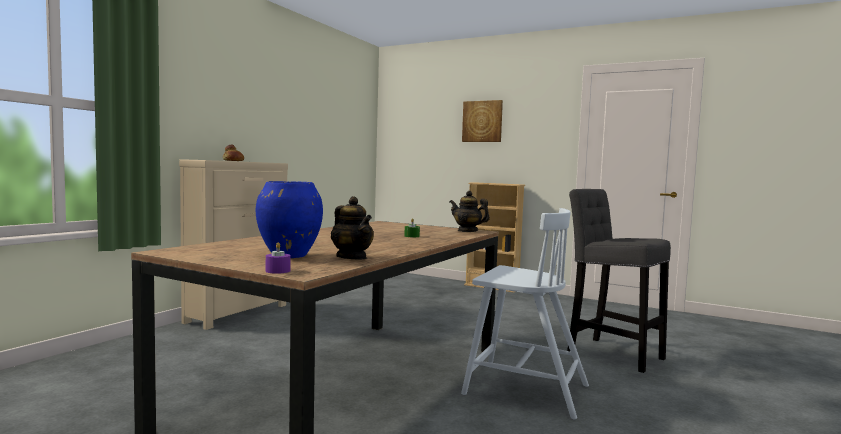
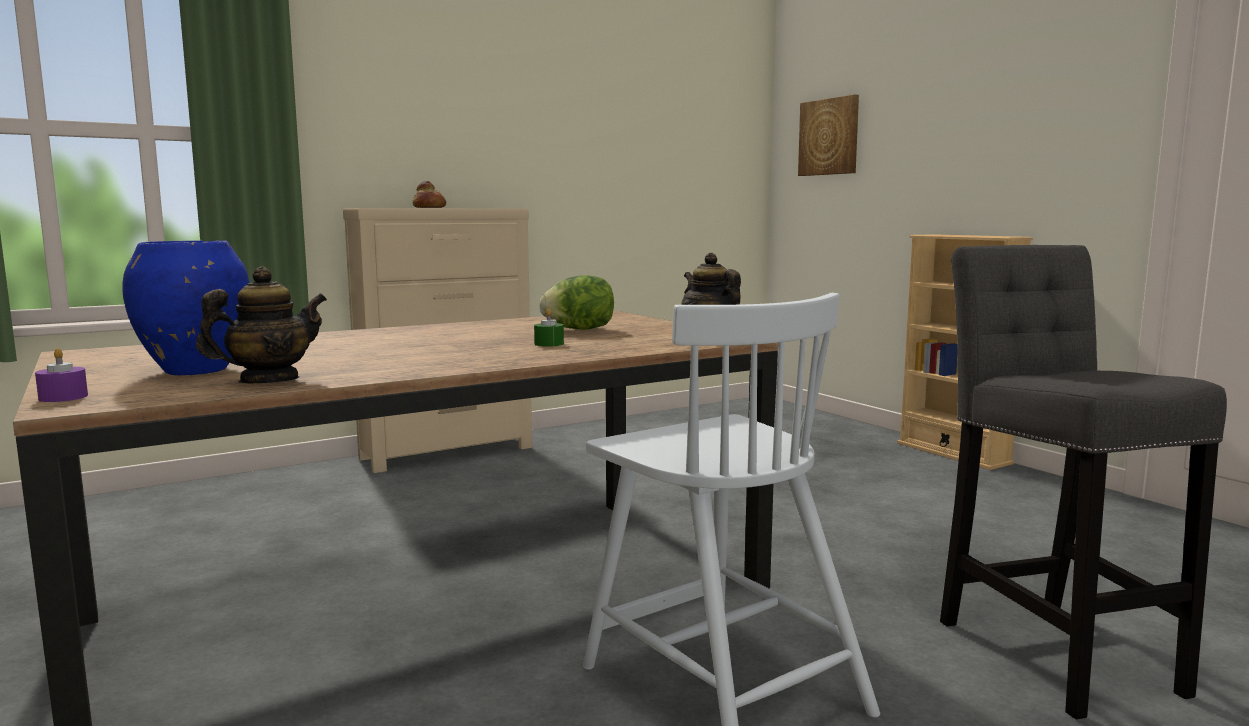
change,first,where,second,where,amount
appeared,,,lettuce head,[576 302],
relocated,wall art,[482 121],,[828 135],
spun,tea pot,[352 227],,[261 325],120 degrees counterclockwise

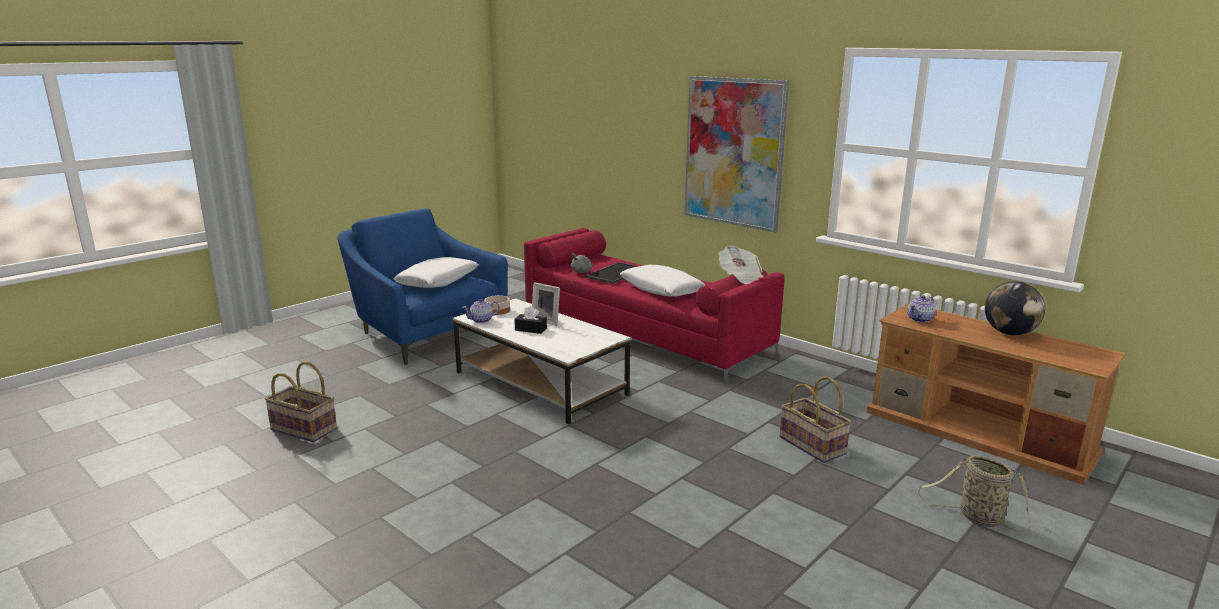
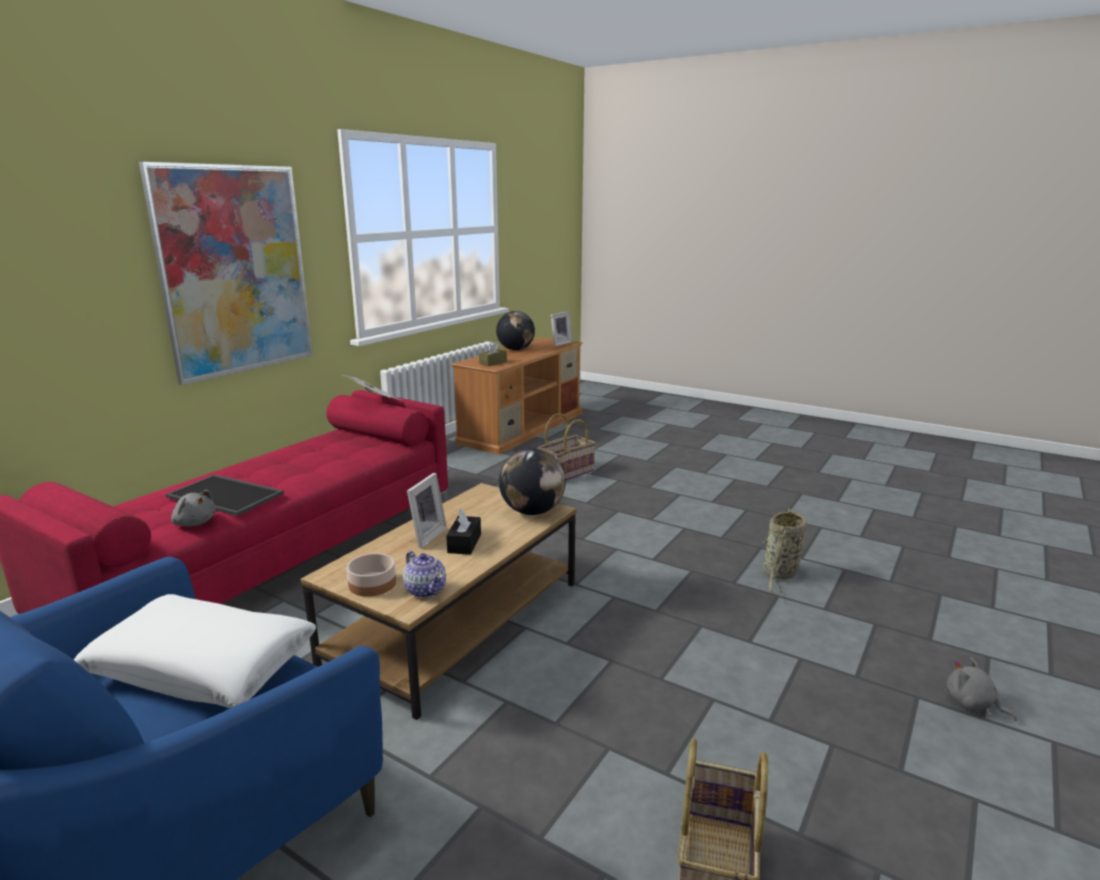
change,first,where,second,where,amount
missing,pillow (white),[662 281],,,
appeared,,,world globe,[532 481],
appeared,,,picture frame,[562 328],
appeared,,,soft toy (greyish),[982 689],
relocated,storage basket,[974 493],,[784 553],
exchanged,tea pot,[921 309],tissue holder (brownish),[493 354],
colour,lounge table (white),[542 361],lounge table (brownish),[438 601],

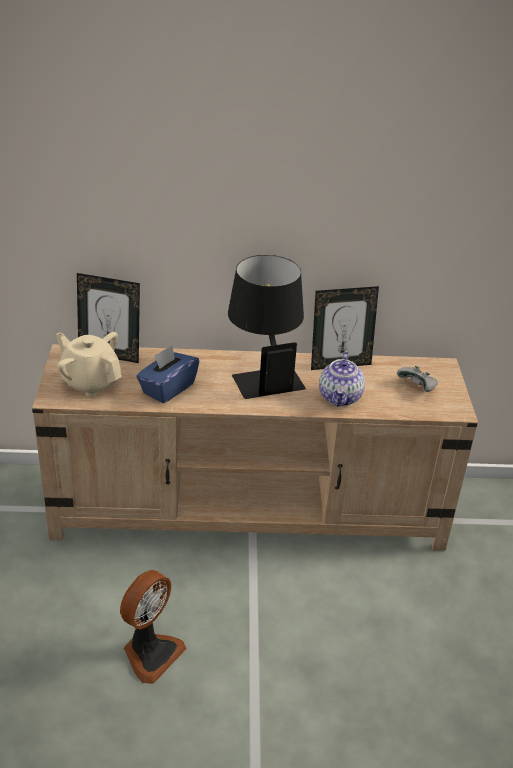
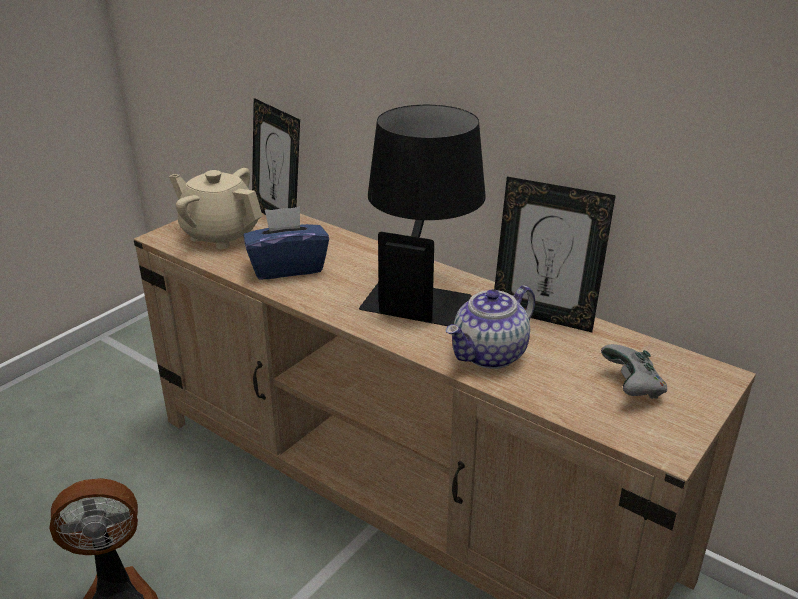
change,first,where,second,where,amount
spun,tea pot (beige-coloured),[89 364],,[216 208],45 degrees counterclockwise

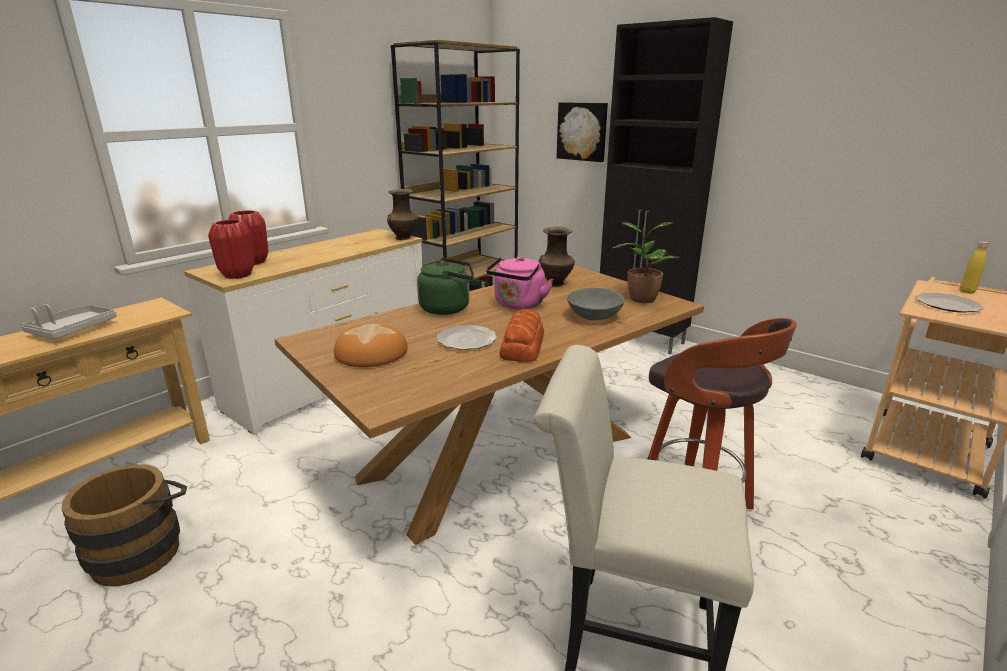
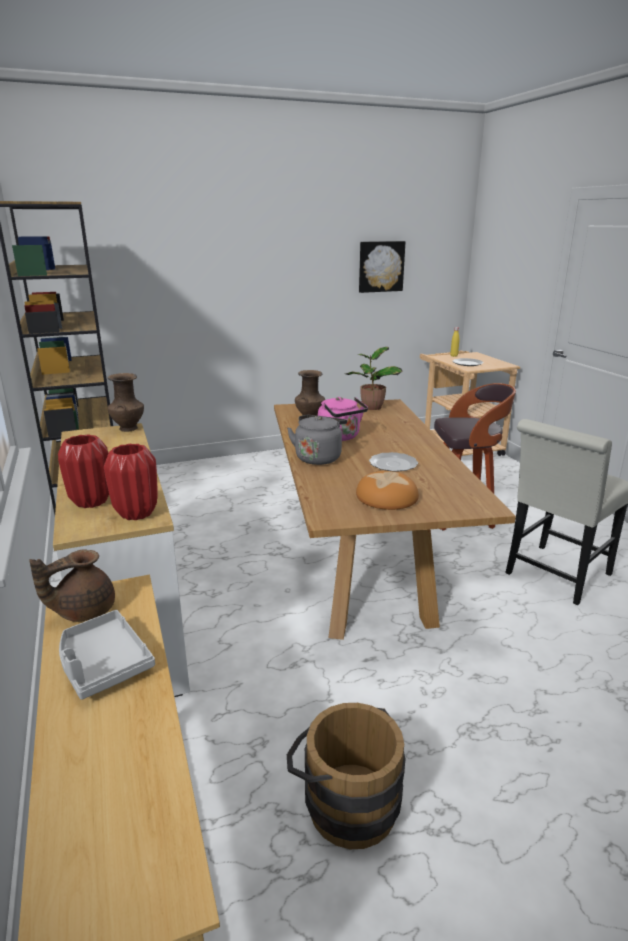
change,first,where,second,where,amount
missing,bread,[521 335],,,
missing,serving bowl (greyish),[596 304],,,
missing,cupboard (black-coloured),[666 185],,,
appeared,,,tea pot (brownish),[72 585],
relocated,wall art,[582 132],,[382 267],
colour,kettle (greenish),[445 286],kettle (greyish),[317 440],

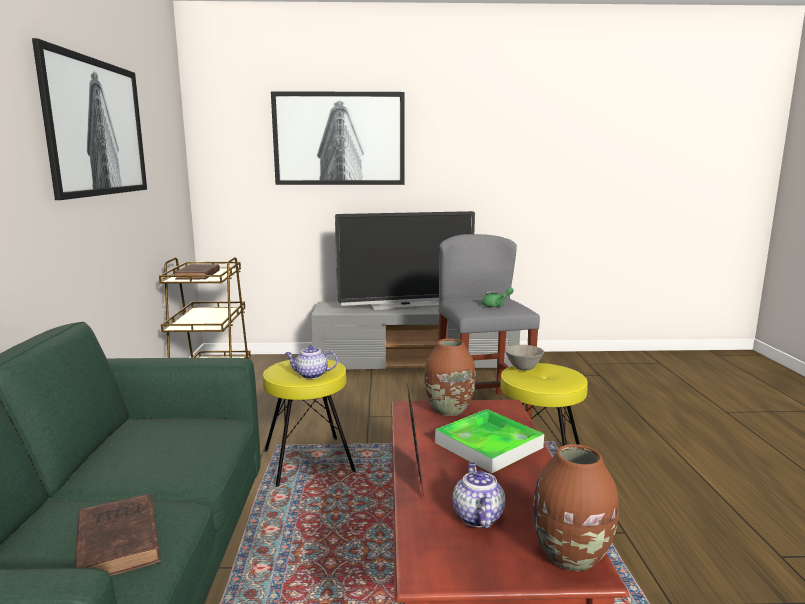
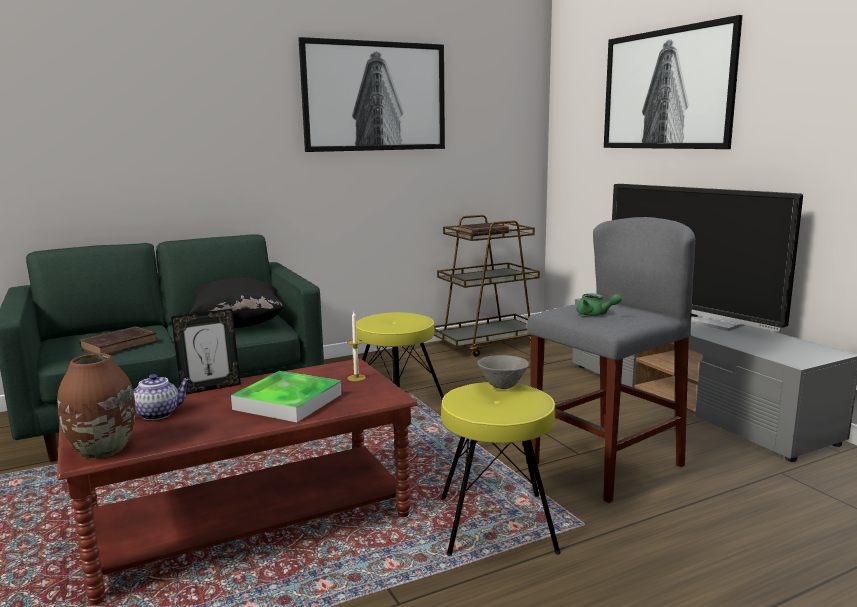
change,first,where,second,where,amount
missing,tea pot,[311 362],,,
appeared,,,pillow (black-coloured),[237 303],
exchanged,vase (brownish),[450 377],candle,[356 346],

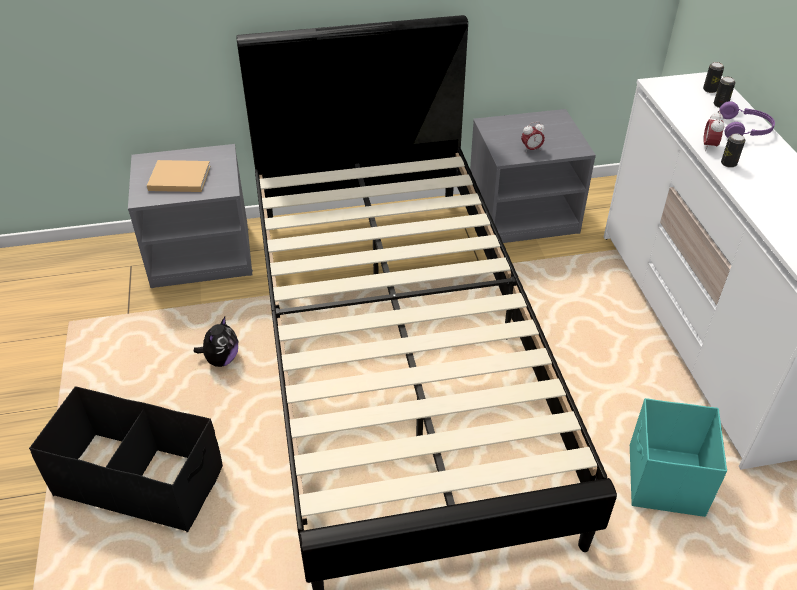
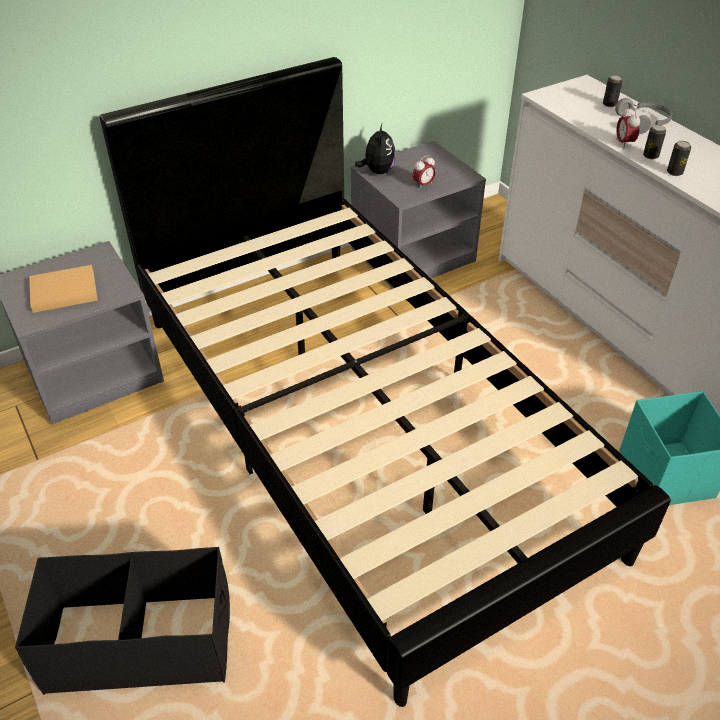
change,first,where,second,where,amount
relocated,soft toy,[216 342],,[375 149],
relocated,can,[713 77],,[679 158],
colour,headset (purple-coloured),[747 119],headset (greyish),[643 116],

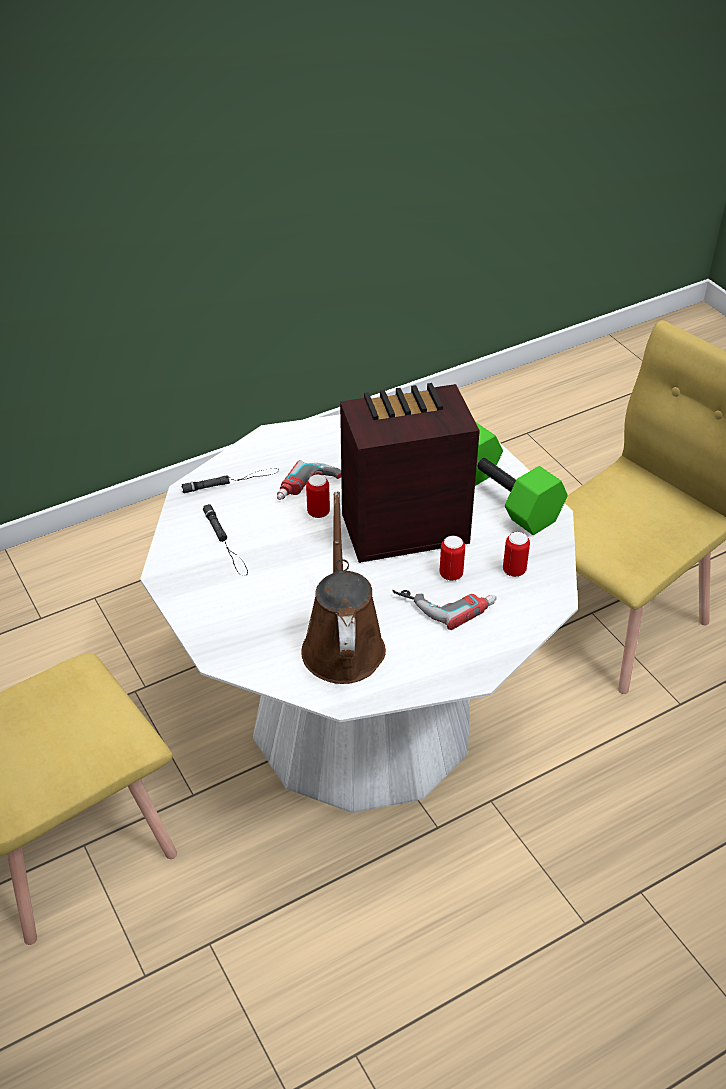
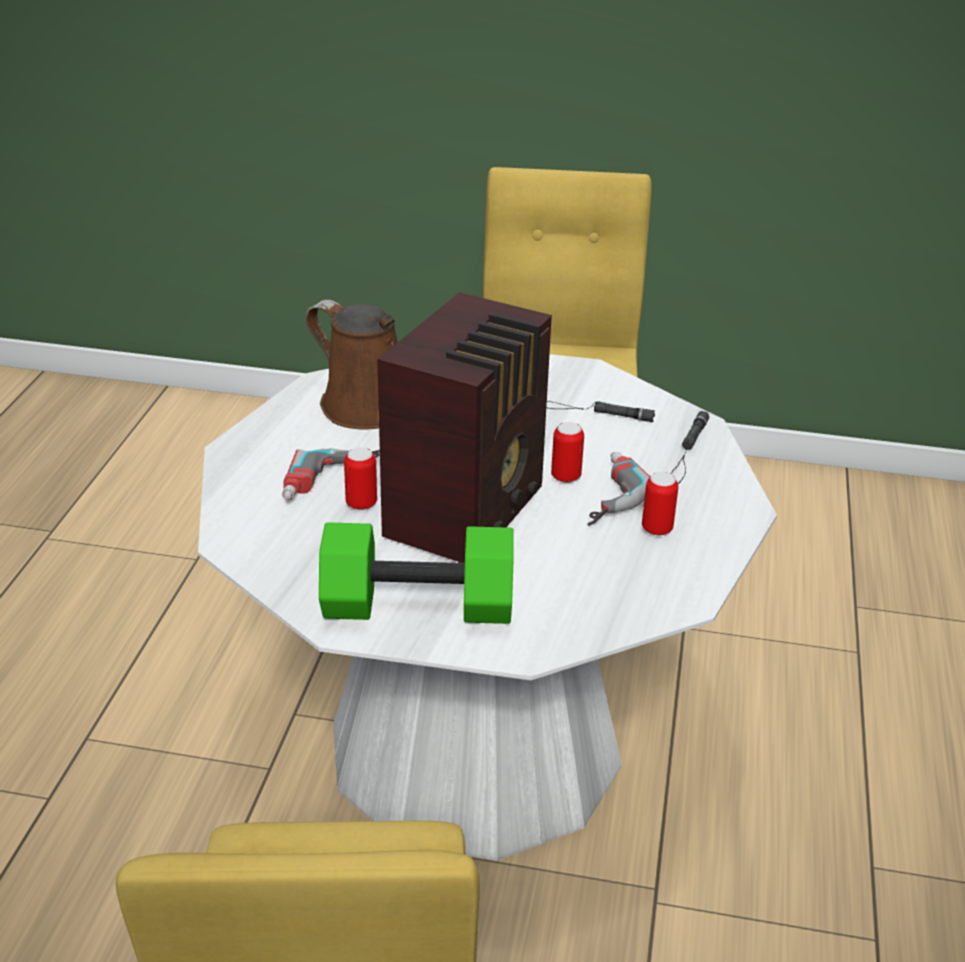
change,first,where,second,where,amount
relocated,can,[516 554],,[660 503],

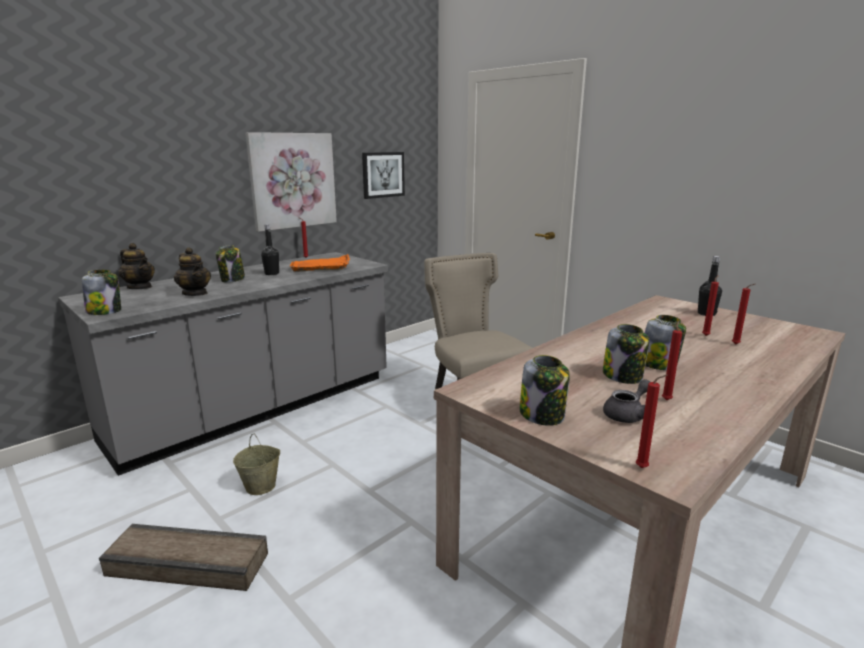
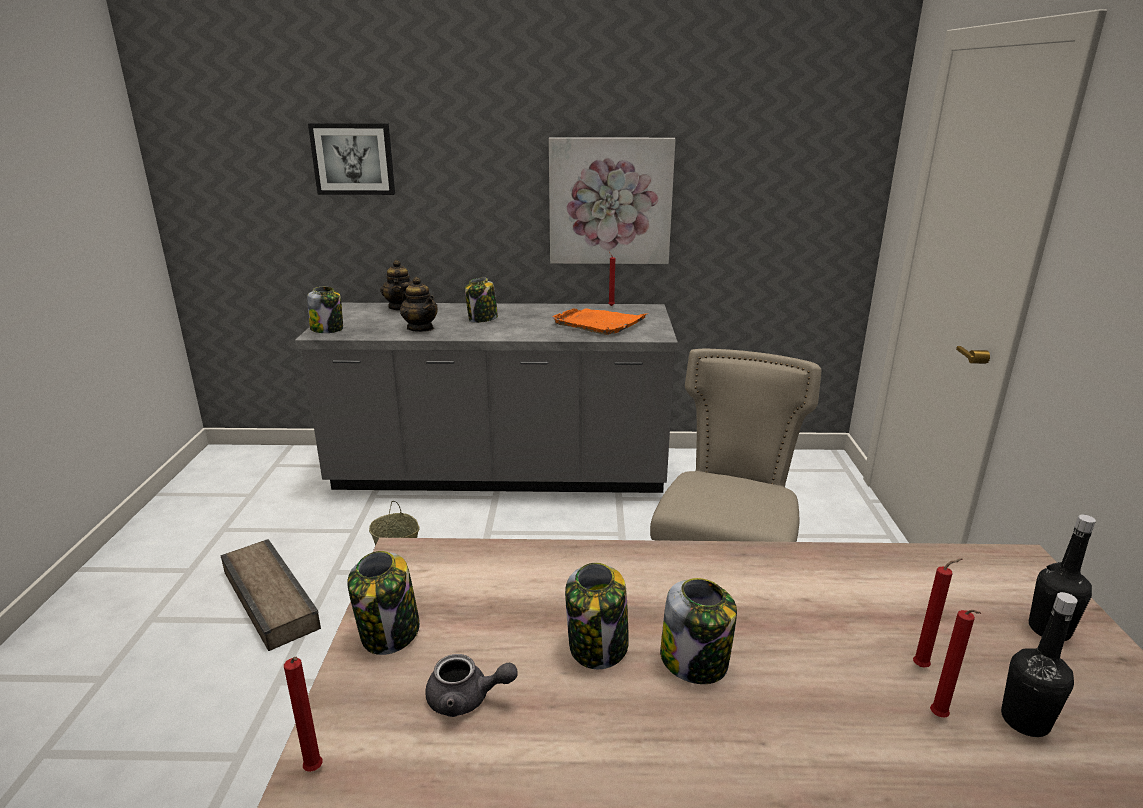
change,first,where,second,where,amount
missing,candle (red-coloured),[672 360],,,
relocated,bottle (black-coloured),[270 249],,[1039 664],
relocated,wall art,[383 175],,[351 159],
spun,tea pot,[192 271],,[419 304],45 degrees counterclockwise

